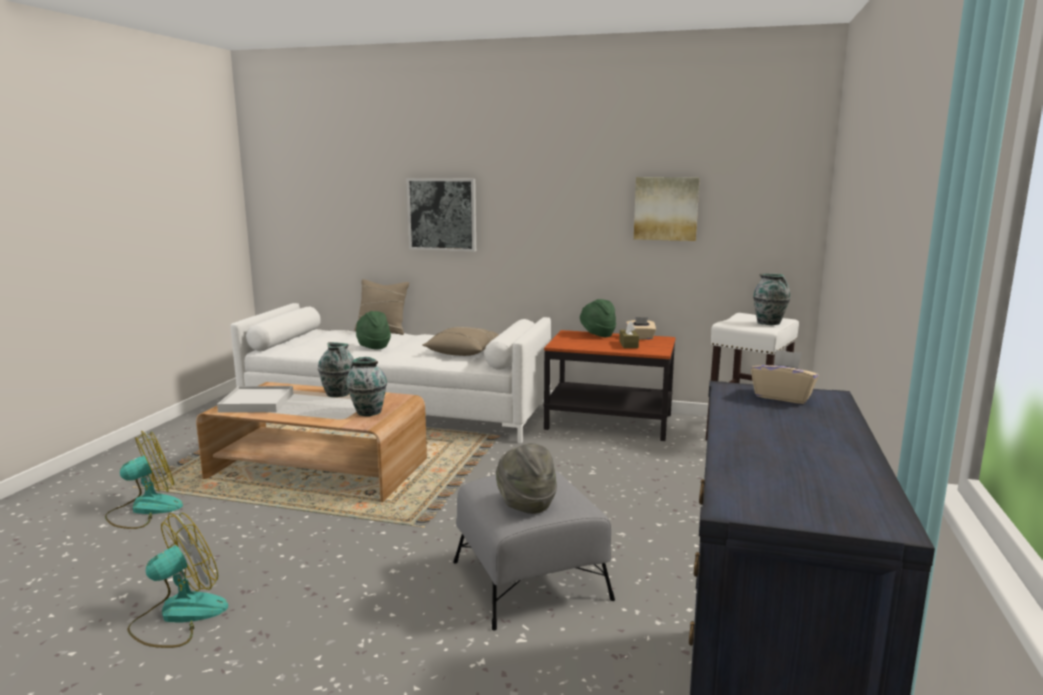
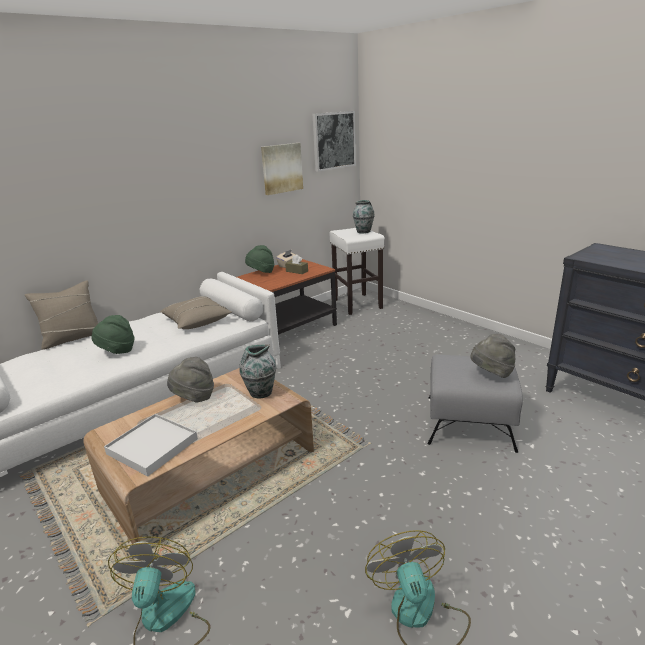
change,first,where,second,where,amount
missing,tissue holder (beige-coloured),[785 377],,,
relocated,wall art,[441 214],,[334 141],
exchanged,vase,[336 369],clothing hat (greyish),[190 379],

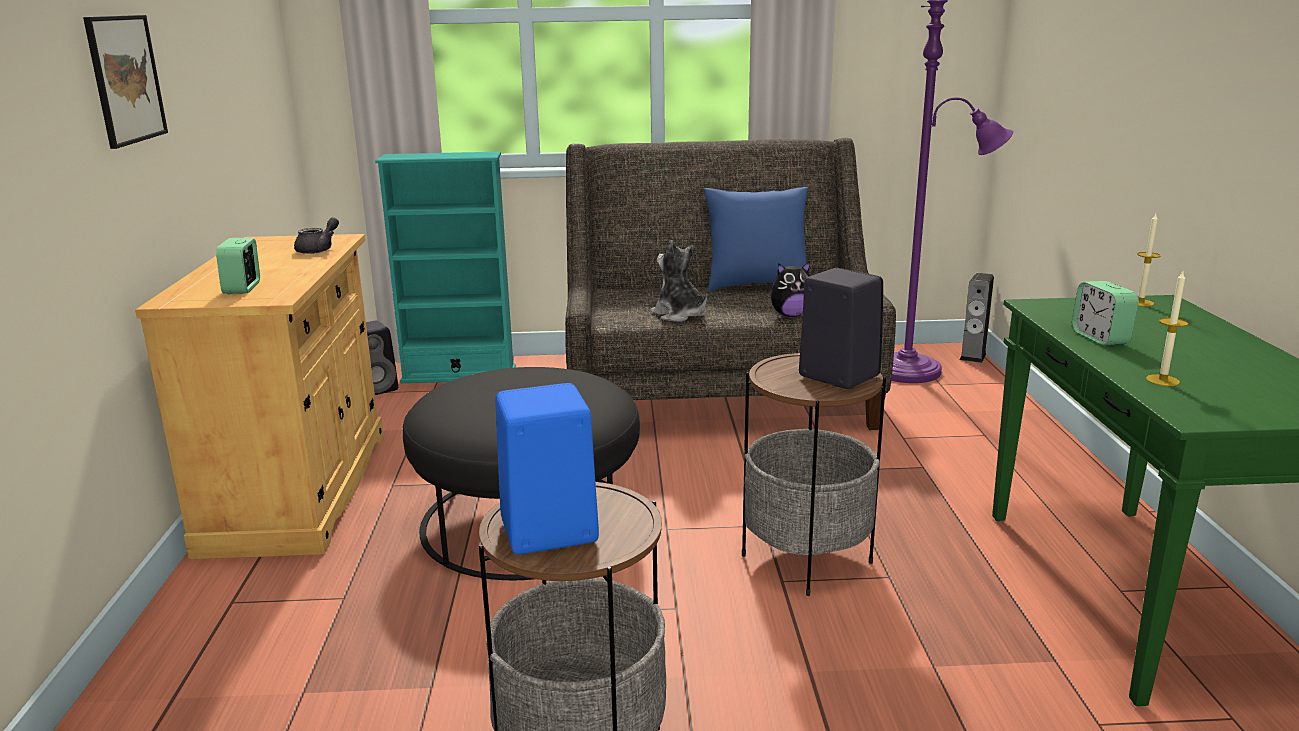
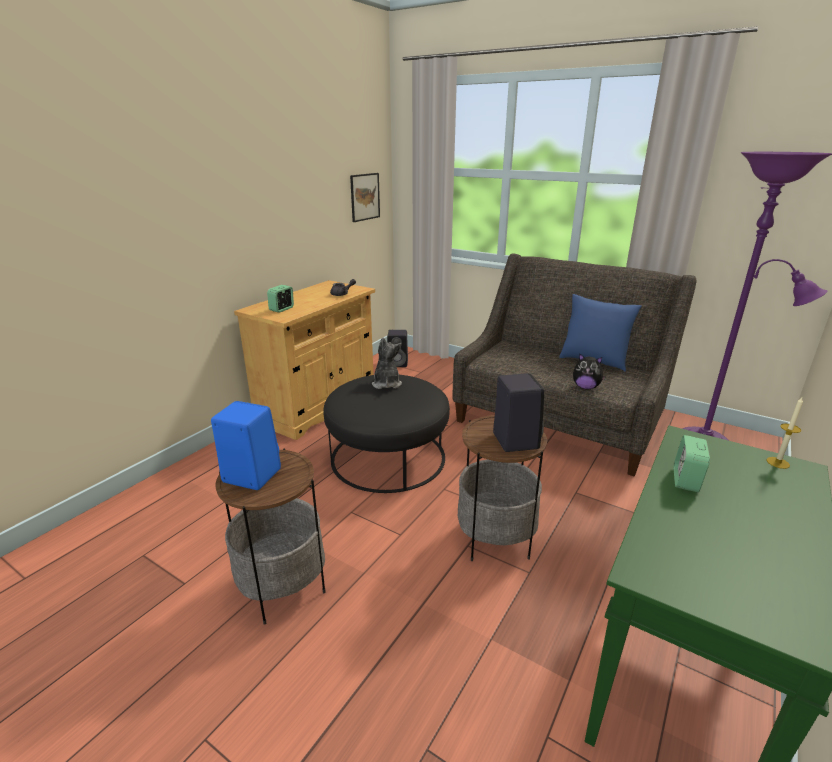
change,first,where,second,where,amount
missing,bookshelf (turquoise-coloured),[445 267],,,
missing,loudspeaker,[976 318],,,
missing,candle,[1167 329],,,
relocated,wall art,[125 82],,[365 197],
relocated,soft toy,[678 281],,[387 363],

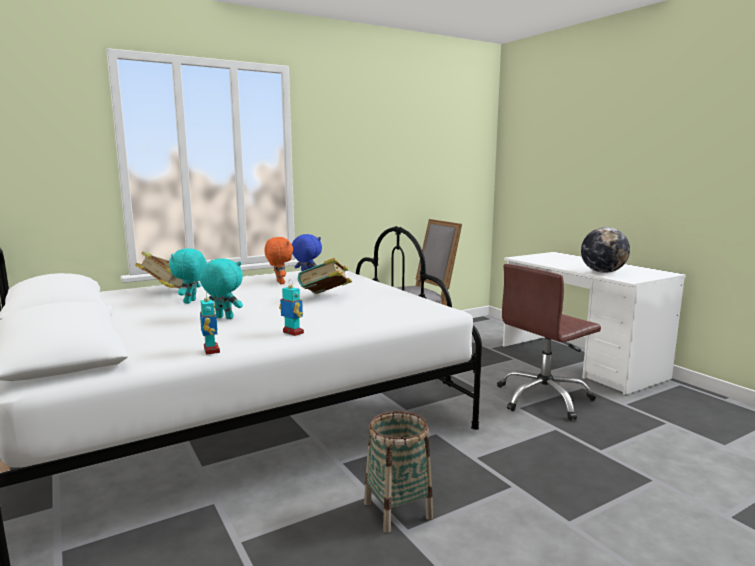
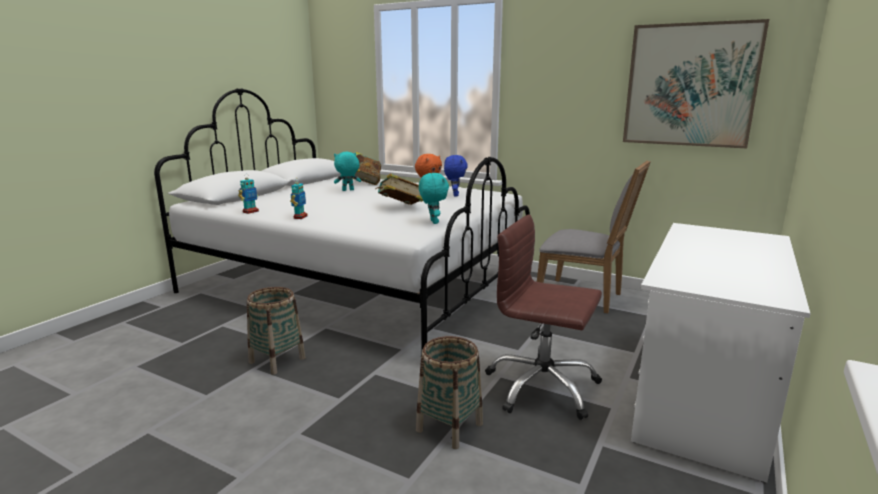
change,first,where,second,where,amount
missing,world globe,[605 250],,,
appeared,,,storage basket,[449 392],
appeared,,,wall art,[696 83],
relocated,soft toy (turquoise-coloured),[221 288],,[434 198],

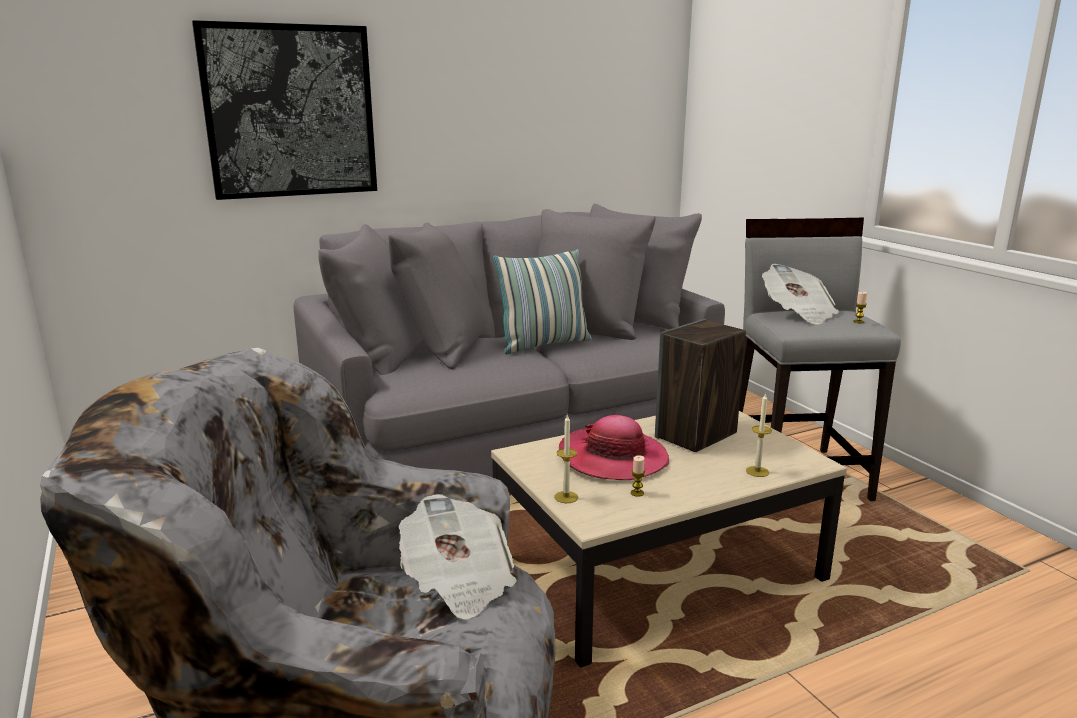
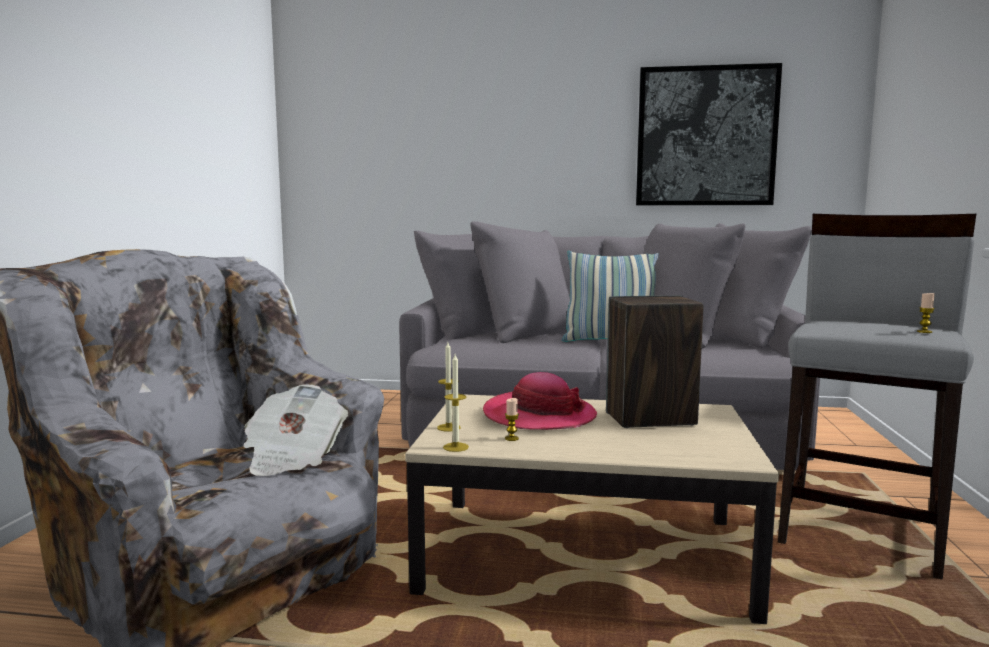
change,first,where,second,where,amount
missing,newspaper,[800 294],,,
relocated,wall art,[284 110],,[709 134],
relocated,candle,[759 435],,[456 403],

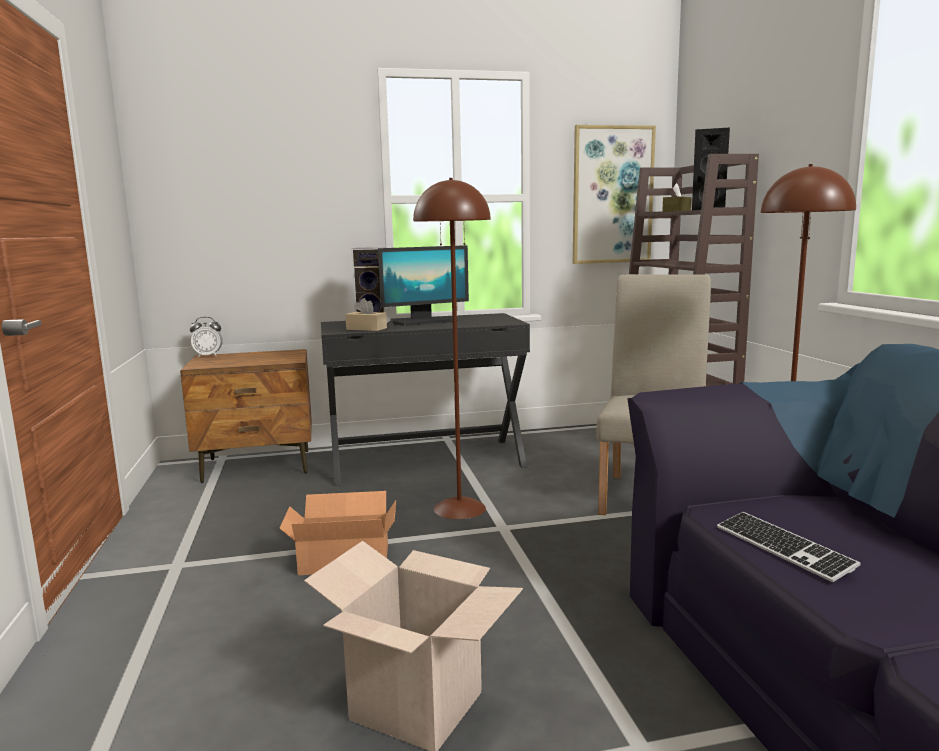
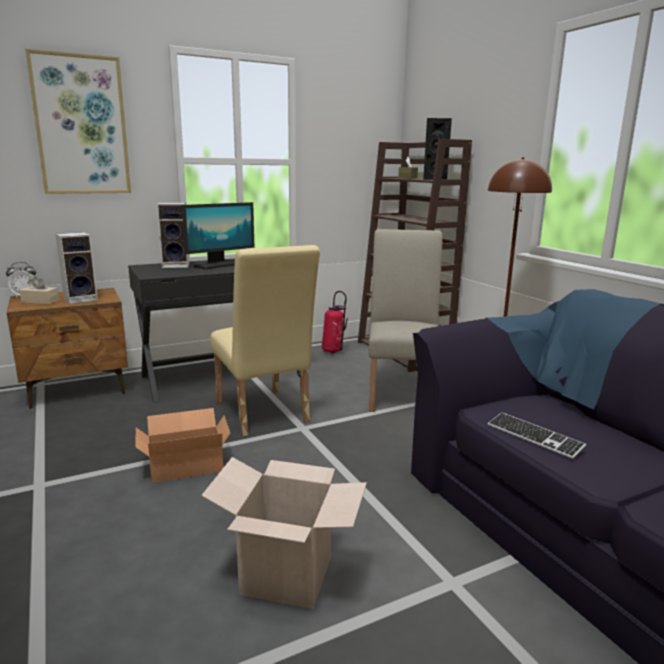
change,first,where,second,where,amount
appeared,,,loudspeaker,[76 268],
appeared,,,fire-fighting cylinder,[335 322],
relocated,tissue holder (beige-coloured),[366 314],,[39 290],
relocated,wall art,[614 194],,[78 121],
exchanged,standing lamp (brownish),[452 348],chair (beige-coloured),[265 340],

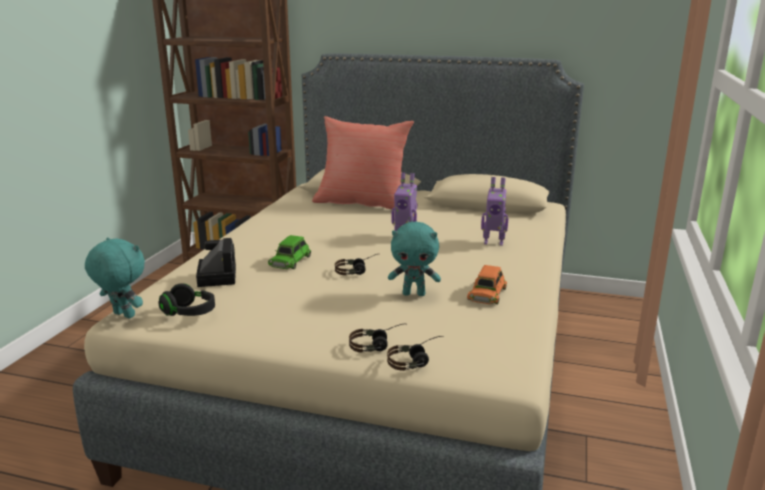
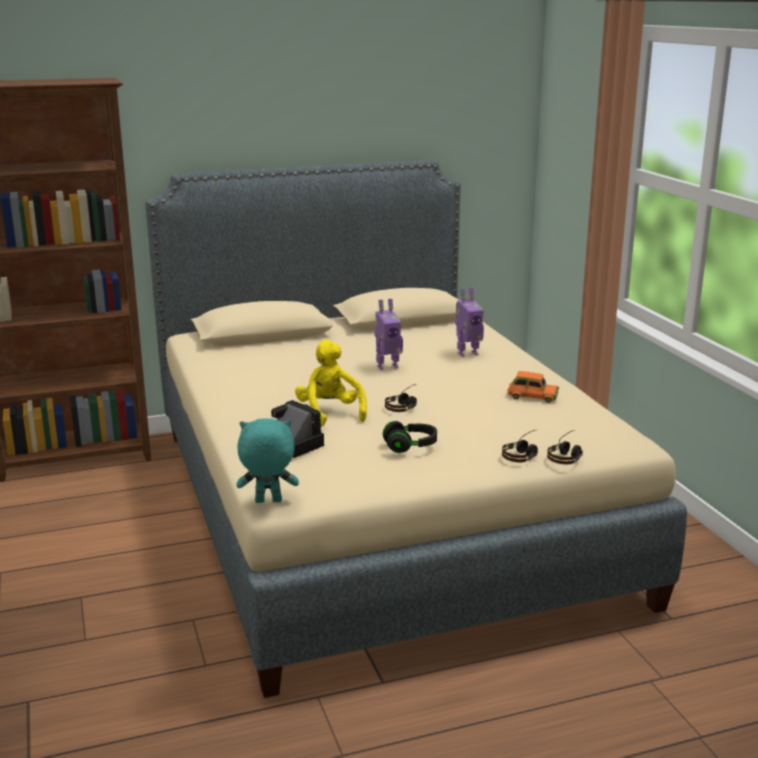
change,first,where,second,where,amount
missing,pillow (red-coloured),[363 162],,,
missing,soft toy (turquoise-coloured),[414 259],,,
relocated,headset (black-coloured),[186 299],,[410 437],
exchanged,model car (greenish),[289 252],soft toy (yellow-coloured),[331 383],
spun,model car (orange),[487 284],,[533 387],60 degrees counterclockwise

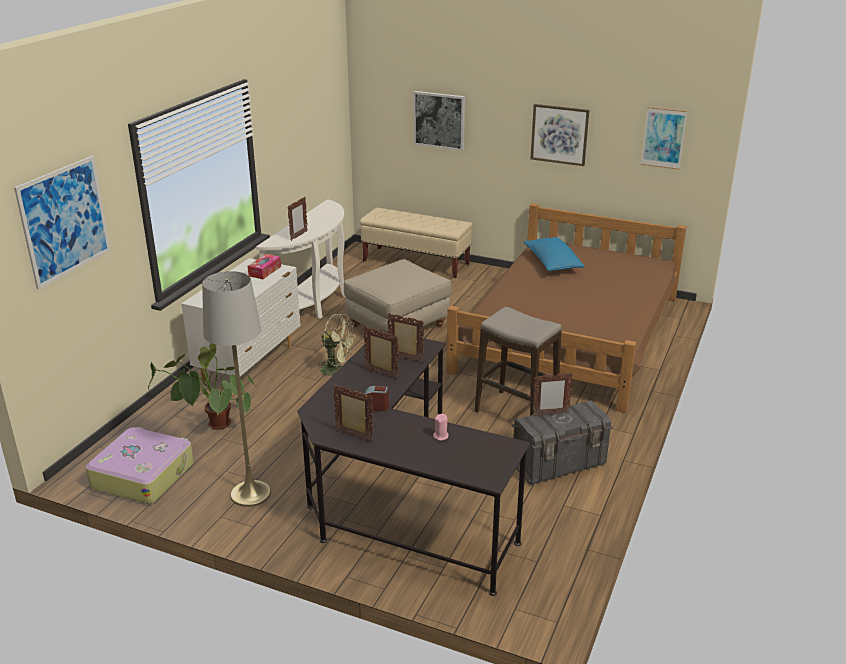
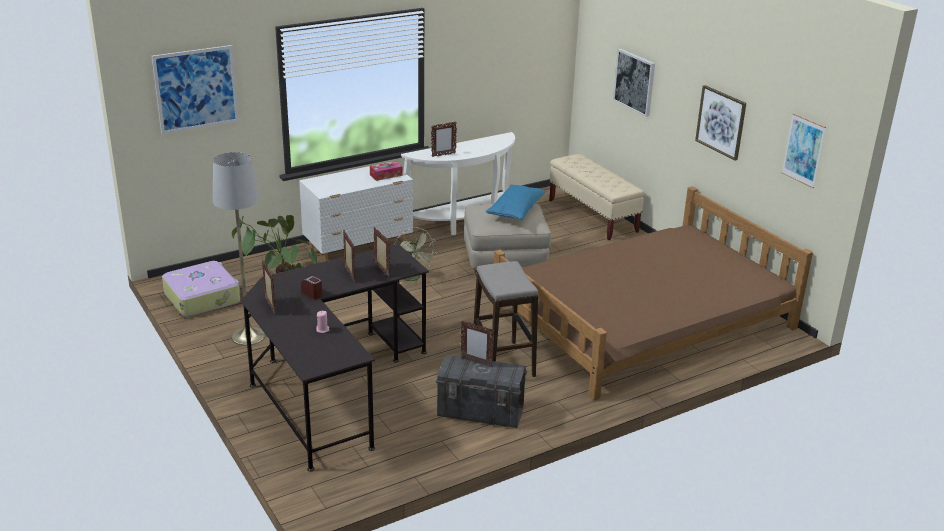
change,first,where,second,where,amount
relocated,pillow (bluish),[554 254],,[515 202],

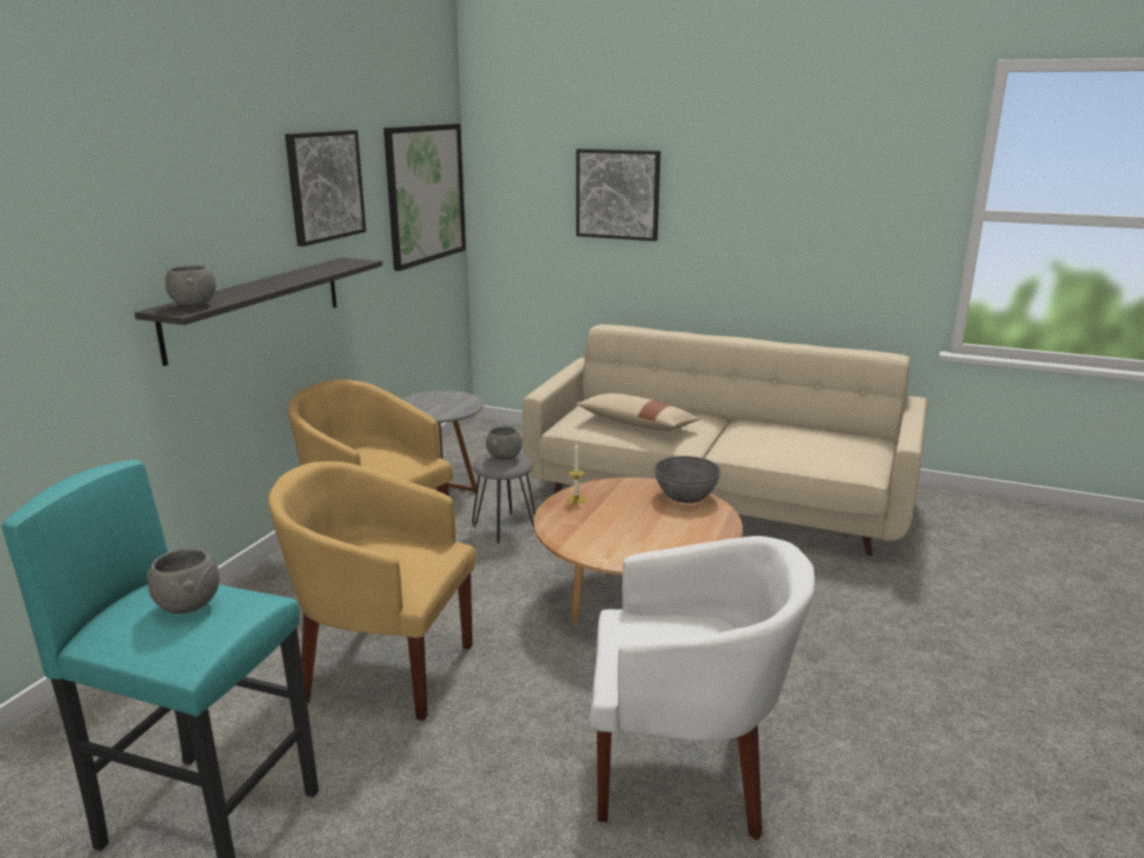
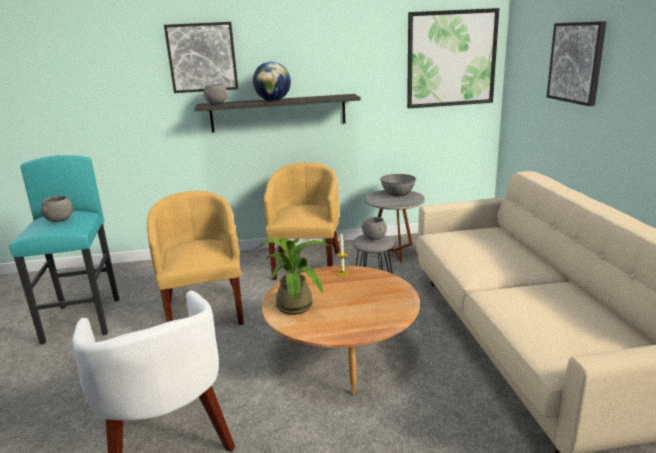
change,first,where,second,where,amount
missing,pillow (beige-coloured),[638 412],,,
appeared,,,world globe,[272 81],
appeared,,,houseplant,[292 276],
relocated,wall art,[325 188],,[201 57],
relocated,serving bowl (greyish),[687 479],,[398 185],

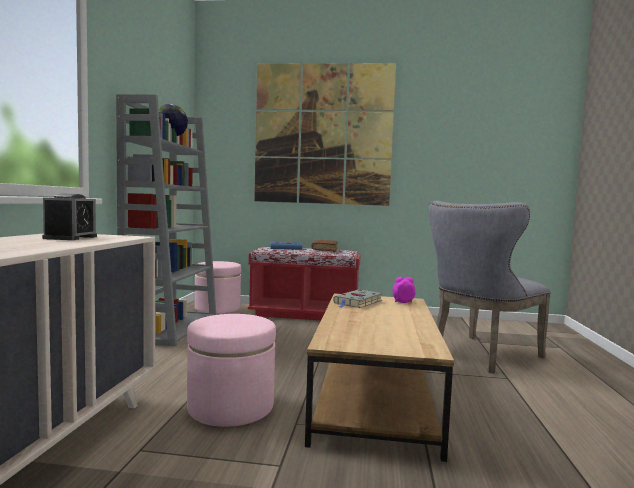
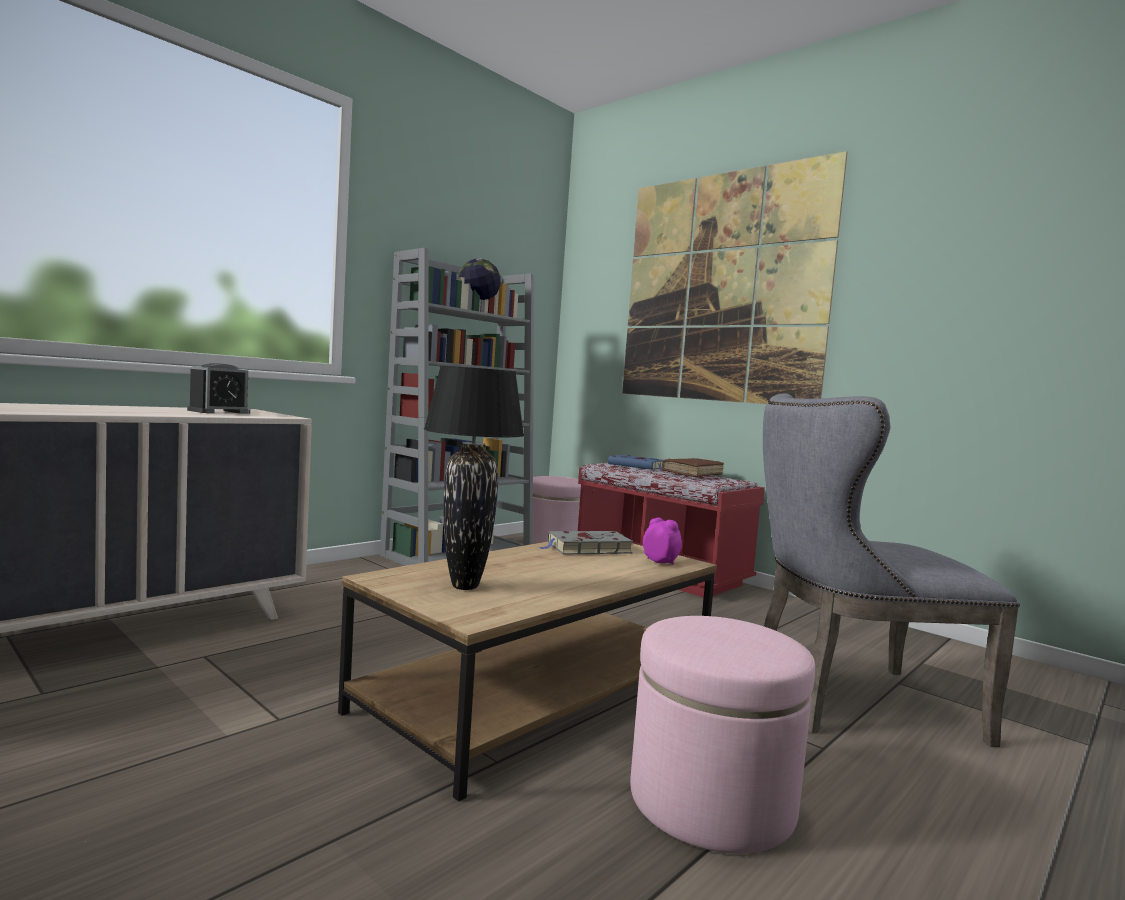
change,first,where,second,where,amount
appeared,,,tabletop lamp (black-coloured),[474 478],
relocated,footrest (pinkish),[231 370],,[722 735],

